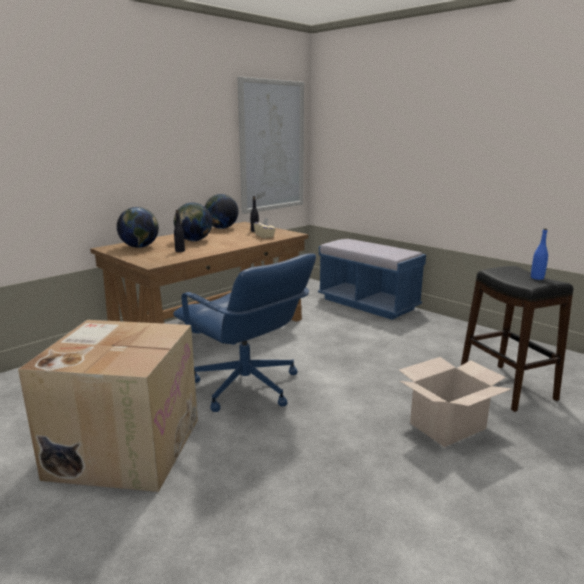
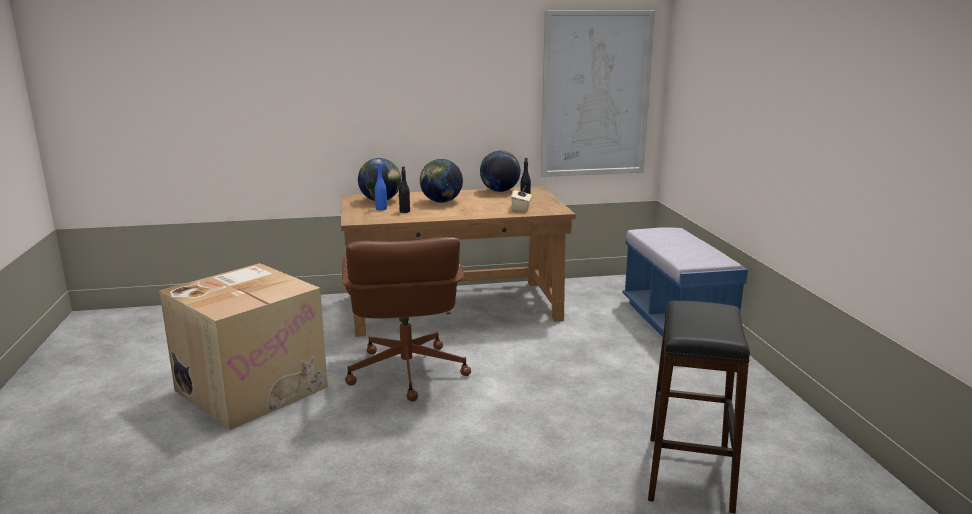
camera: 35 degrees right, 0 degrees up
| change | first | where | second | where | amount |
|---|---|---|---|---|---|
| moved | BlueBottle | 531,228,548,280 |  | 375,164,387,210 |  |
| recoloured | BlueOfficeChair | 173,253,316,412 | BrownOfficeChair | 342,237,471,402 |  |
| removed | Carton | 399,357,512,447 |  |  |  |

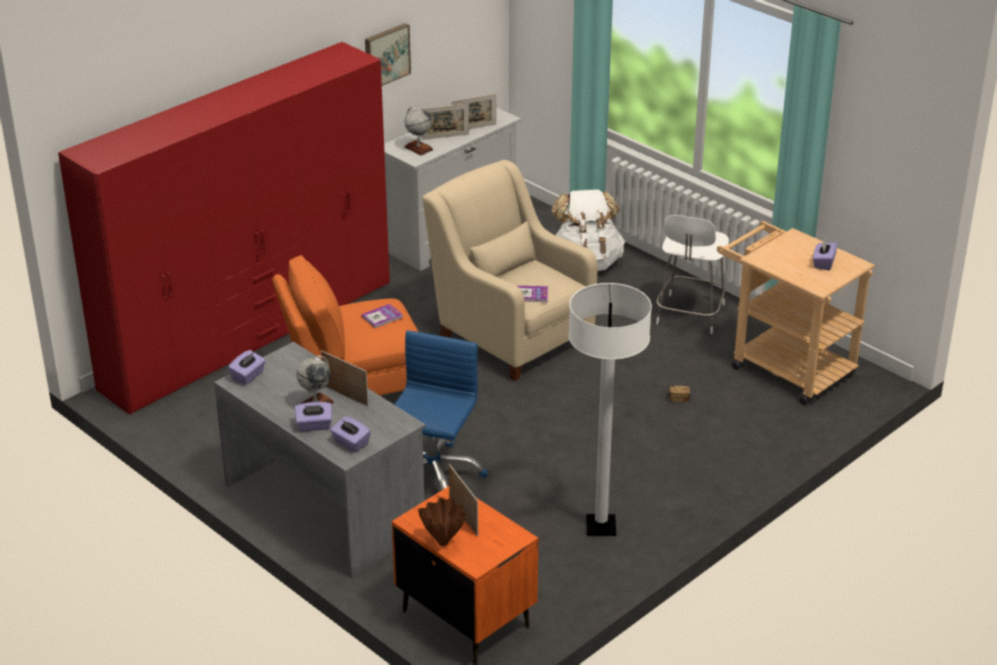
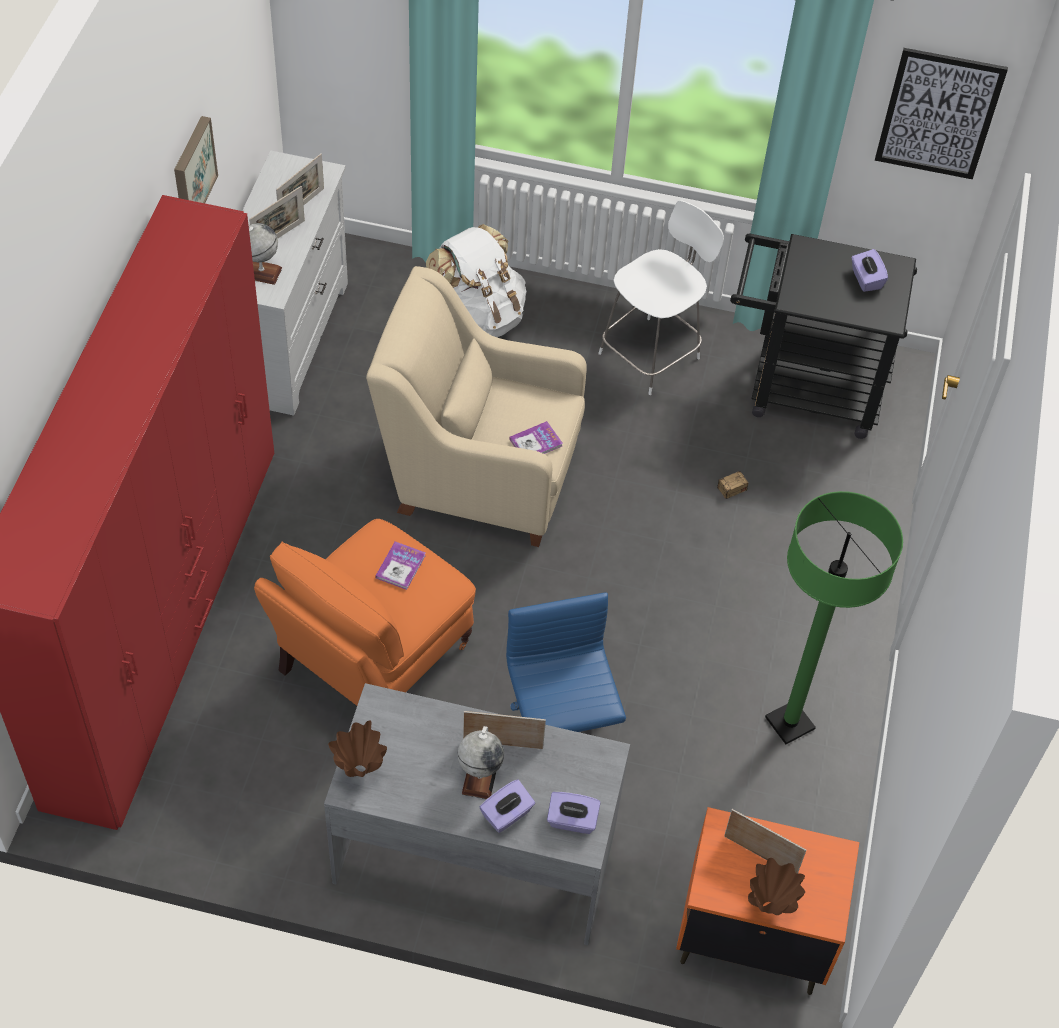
camera: 35 degrees left, 20 degrees up
| change | first | where | second | where | amount |
|---|---|---|---|---|---|
| turned | WhiteColouredChair | 656,215,729,334 |  | 598,200,724,395 | 120 degrees counterclockwise |
| recoloured | BeigeCart | 717,221,875,405 | BlackishCart | 730,234,917,439 |  |
| recoloured | WhiteColouredFloorLamp | 568,283,652,536 | GreenColouredFloorLamp | 765,491,903,744 |  |
| replaced | PurplishTissueHolder | 228,350,266,385 | BrownFlowerVase | 328,720,387,777 |  |
| added |  |  | Picture | 875,48,1008,179 |  |

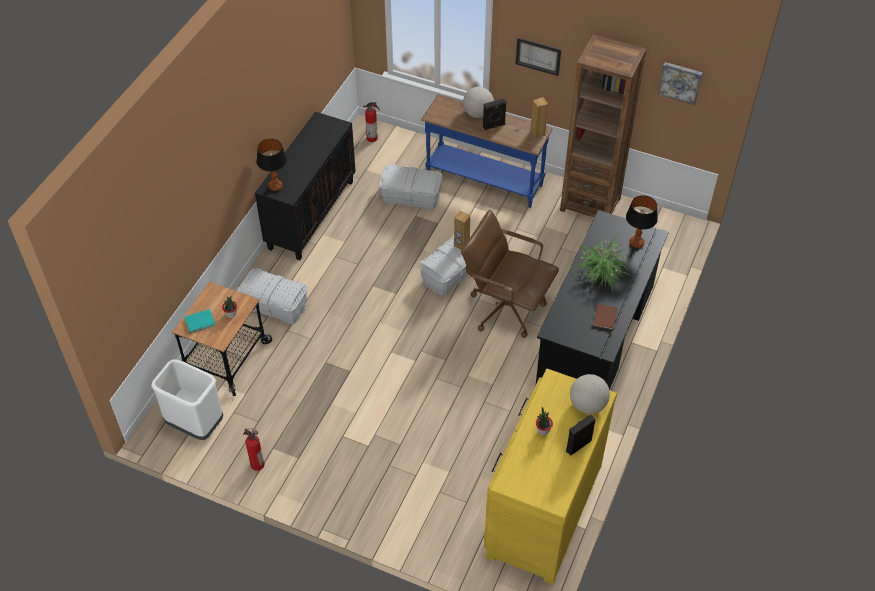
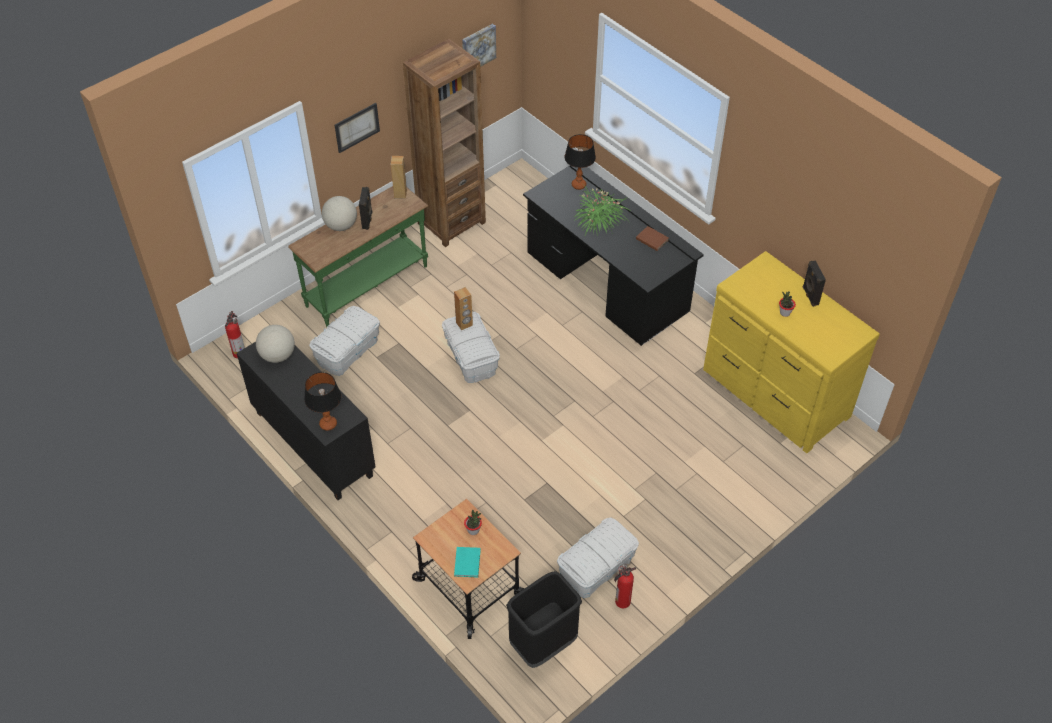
camera: 65 degrees left, 0 degrees up
| change | first | where | second | where | amount |
|---|---|---|---|---|---|
| recoloured | BlueConsoleTable | 421,94,553,208 | GreenColouredConsoleTable | 288,186,428,327 |  |
| removed | BrownOfficeChair | 461,210,559,338 |  |  |  |
| moved | WhiteColouredStorageBin | 237,268,308,324 |  | 557,517,639,598 |  |
| recoloured | WhiteColouredTrashCan | 151,359,223,440 | BlackishTrashCan | 506,571,582,668 |  |
| moved | Globe | 570,374,610,414 |  | 256,325,295,363 |  |

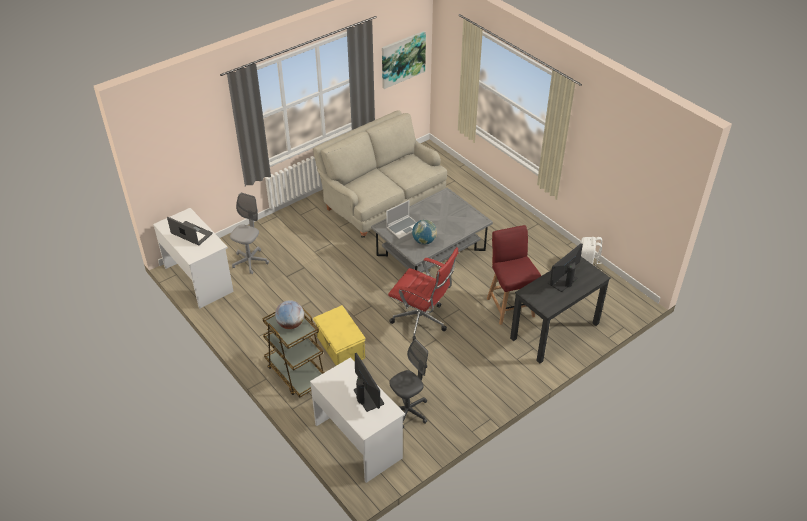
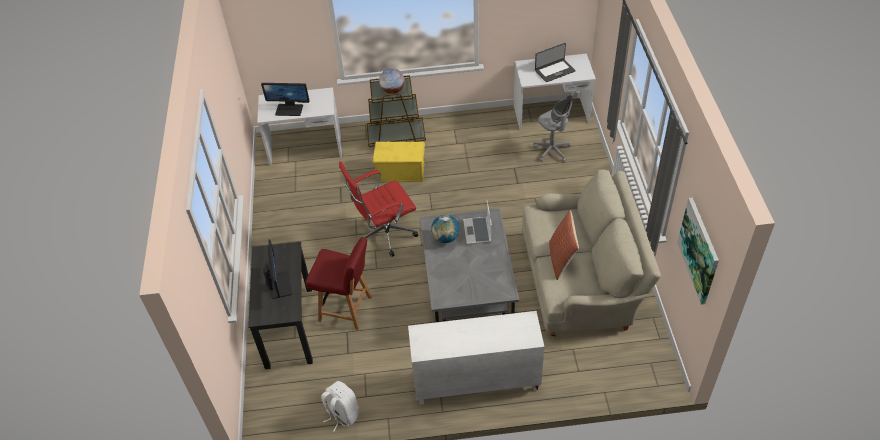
camera: 125 degrees right, 5 degrees up
| change | first | where | second | where | amount |
|---|---|---|---|---|---|
| removed | GreyishOfficeChair | 389,339,428,428 |  |  |  |
| added |  |  | ThrowPillow | 549,210,579,280 |  |
| added |  |  | WhiteColouredCupboard | 408,311,544,405 |  |

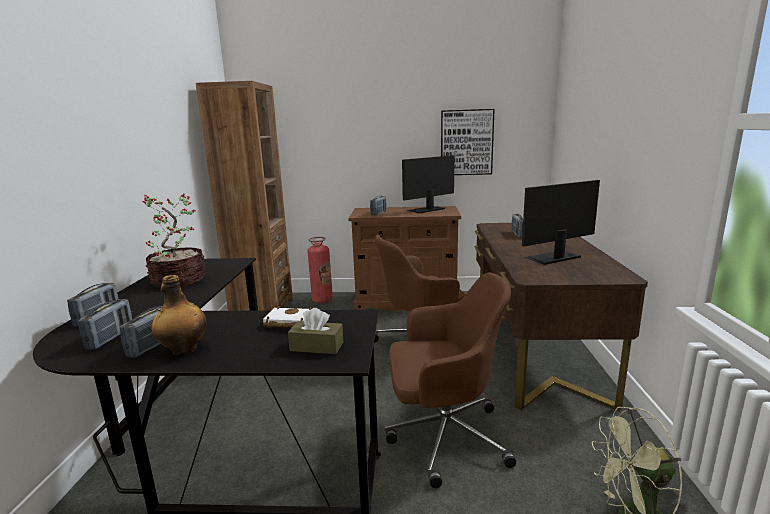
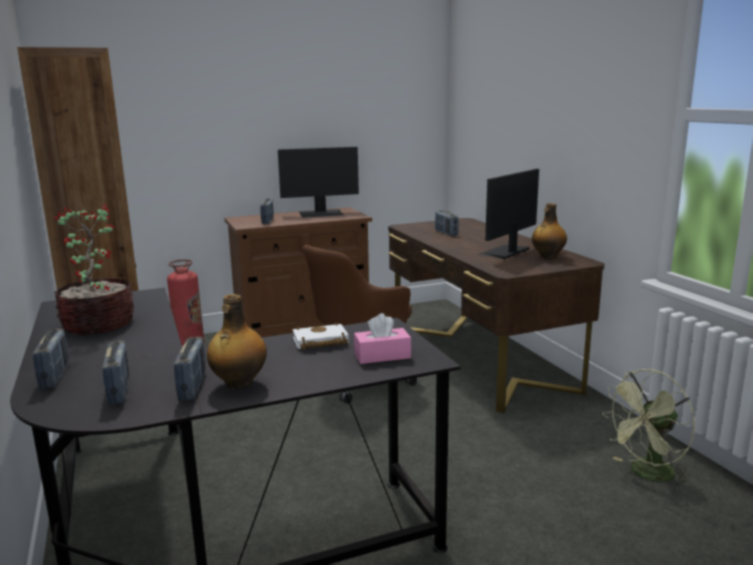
camera: 25 degrees left, 0 degrees up
| change | first | where | second | where | amount |
|---|---|---|---|---|---|
| removed | Picture | 441,109,495,175 |  |  |  |
| turned | ComputerScreen | 402,155,455,213 |  | 278,147,359,218 | 135 degrees counterclockwise |
| removed | BrownOfficeChair | 385,272,516,488 |  |  |  |
| recoloured | BrownTissueHolder | 288,308,343,354 | PinkColouredTissueHolder | 354,313,411,364 |  |
| added |  |  | Bottle | 532,203,567,259 |  |

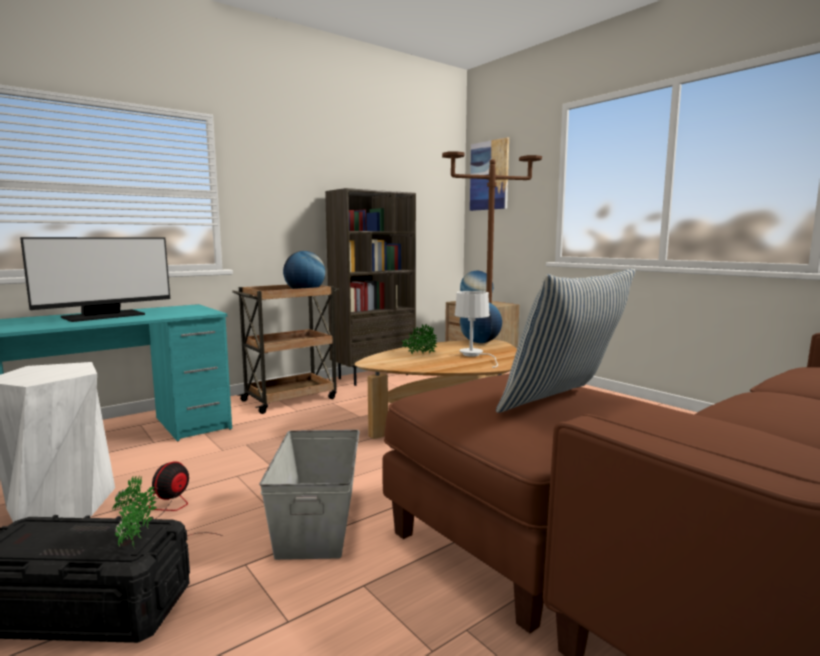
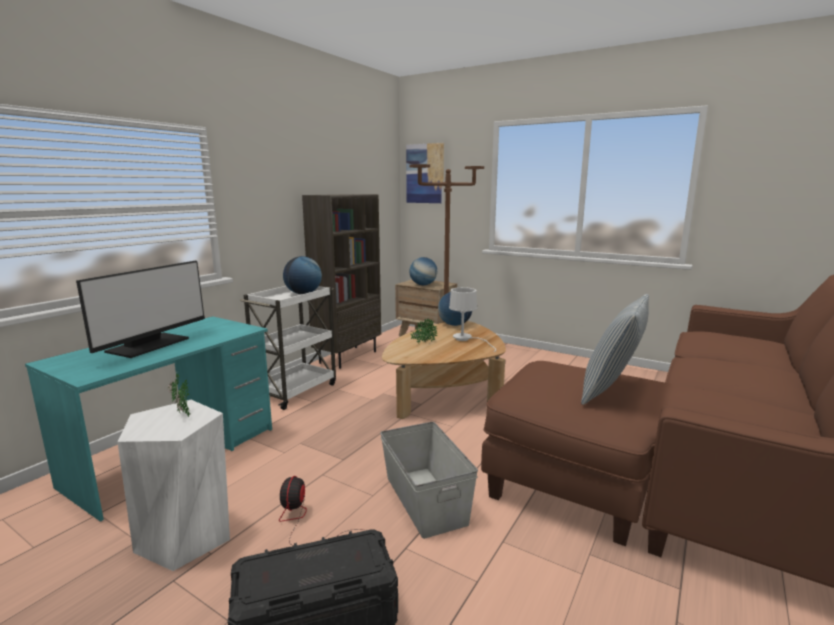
camera: 20 degrees left, 5 degrees up
| change | first | where | second | where | amount |
|---|---|---|---|---|---|
| recoloured | BrownCart | 232,284,339,414 | WhiteColouredCart | 240,286,336,410 |  |
| moved | PlantInAPot | 112,475,157,549 |  | 168,372,190,417 |  |

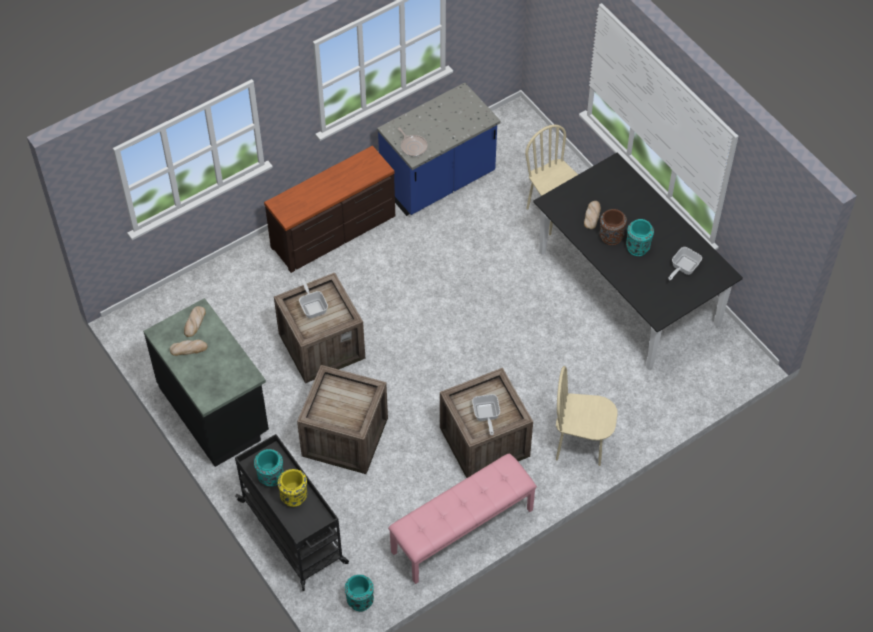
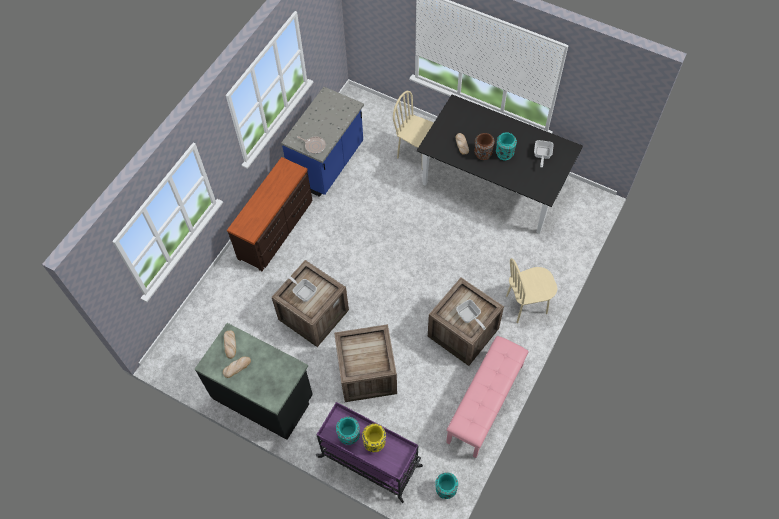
camera: 25 degrees left, 5 degrees up
| change | first | where | second | where | amount |
|---|---|---|---|---|---|
| recoloured | BlackishCart | 235,434,349,591 | PurplishCart | 316,402,423,503 |  |

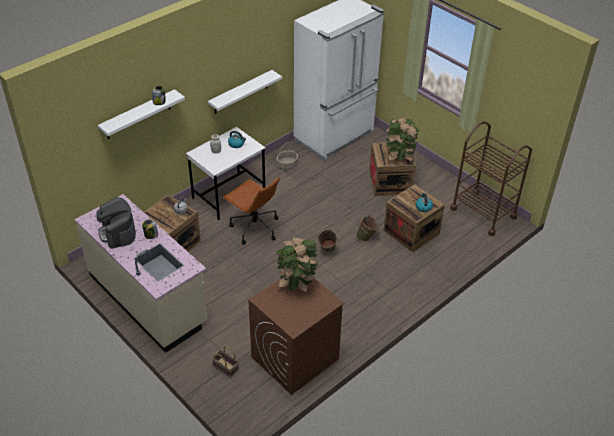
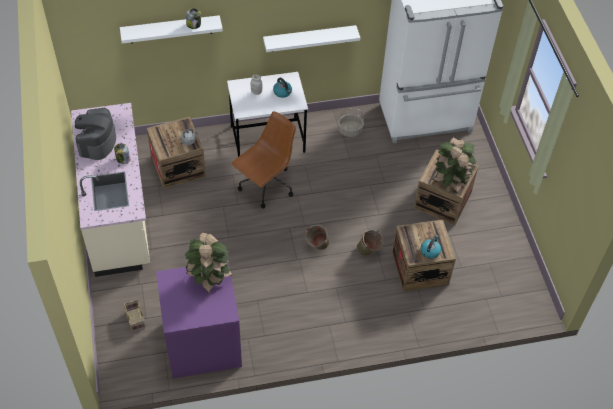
camera: 30 degrees right, 10 degrees up
| change | first | where | second | where | amount |
|---|---|---|---|---|---|
| removed | BrownCart | 450,121,532,236 |  |  |  |
| turned | BrownOfficeChair | 223,177,280,244 |  | 231,111,296,208 | 120 degrees counterclockwise |
| recoloured | BrownLaundryMachine | 248,278,344,395 | PurplishLaundryMachine | 156,263,242,379 |  |

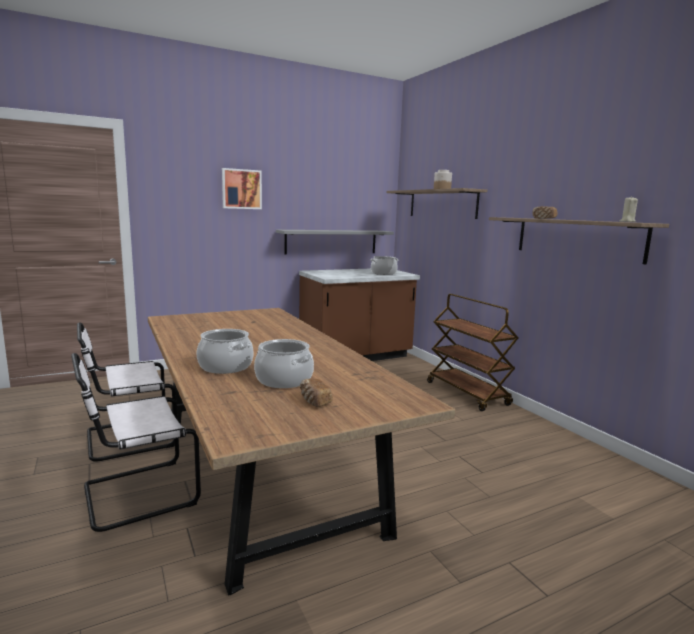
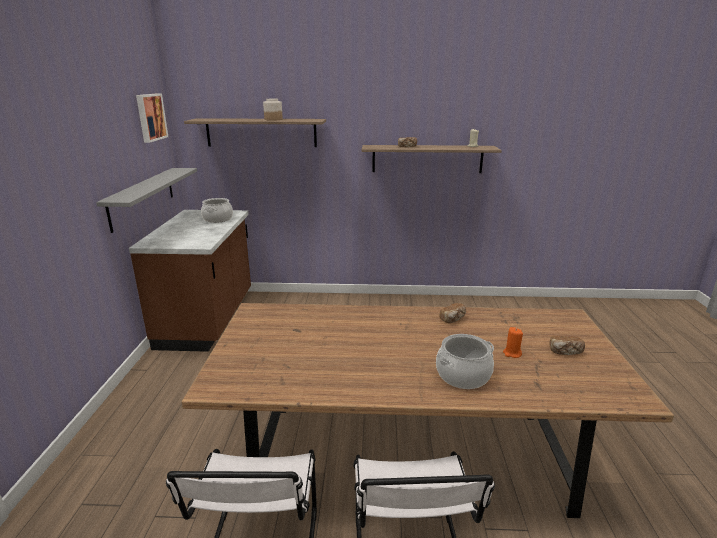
camera: 60 degrees left, 10 degrees up
| change | first | where | second | where | amount |
|---|---|---|---|---|---|
| moved | Picture | 222,168,262,209 |  | 136,93,168,143 |  |
| removed | BrownCart | 427,294,518,411 |  |  |  |
| replaced | CookingPot | 254,339,314,388 | OrangeColouredWaxCandle | 503,327,523,358 |  |
| added |  |  | BakedBread | 440,303,466,323 |  |

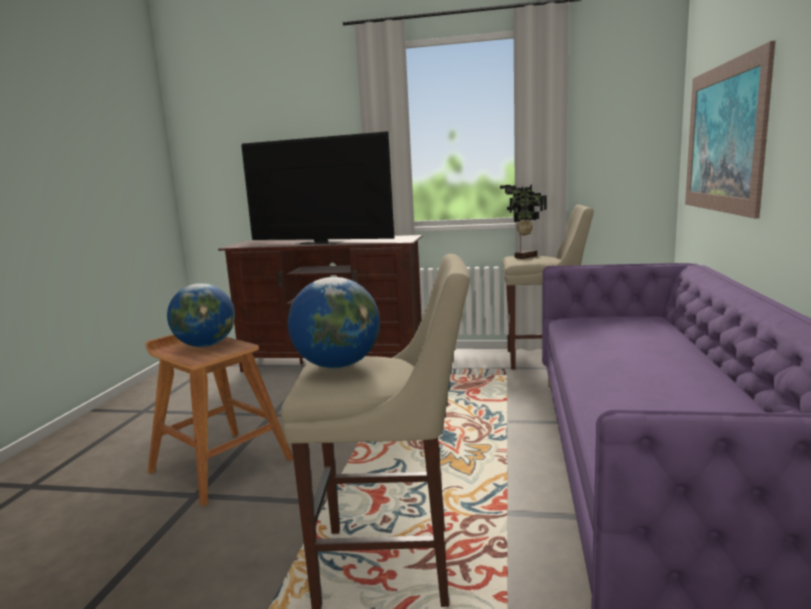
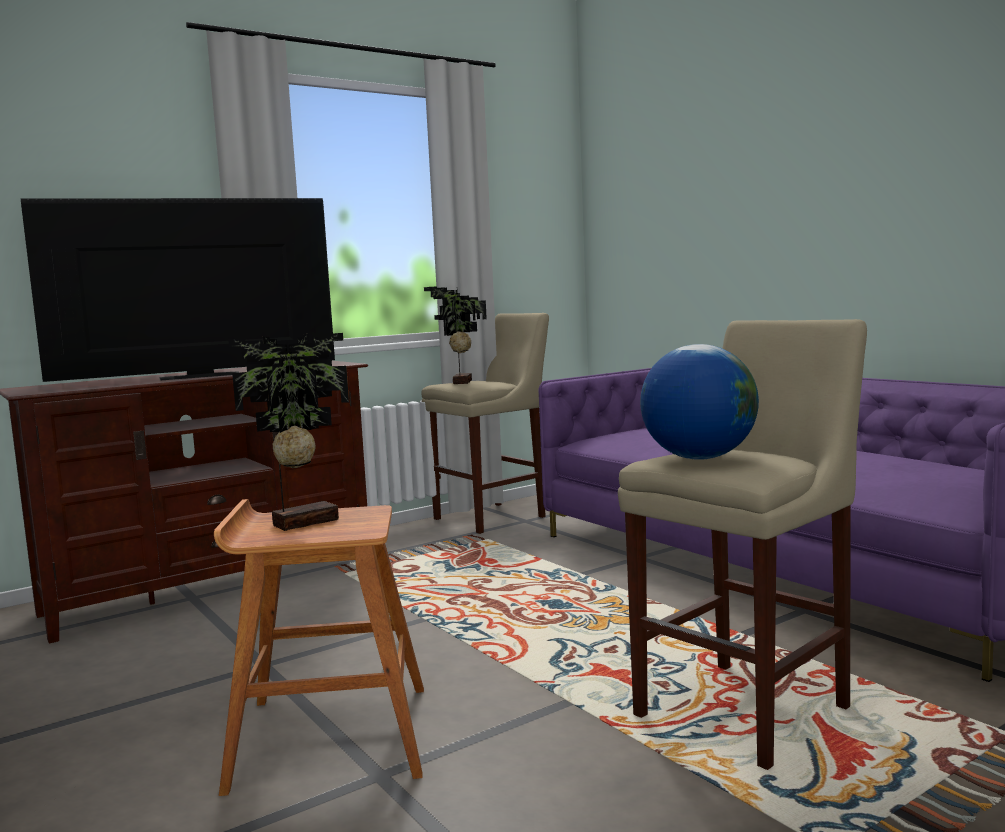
camera: 45 degrees left, 5 degrees down
| change | first | where | second | where | amount |
|---|---|---|---|---|---|
| removed | Picture | 685,41,775,219 |  |  |  |
| replaced | Globe | 167,283,235,347 | PlantInAPot | 228,333,349,531 |  |

